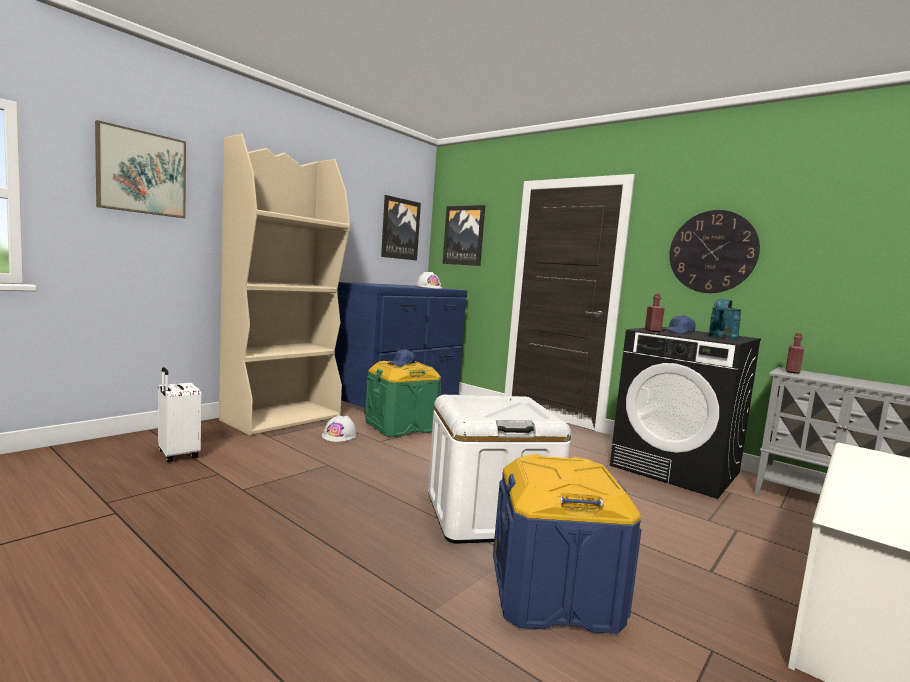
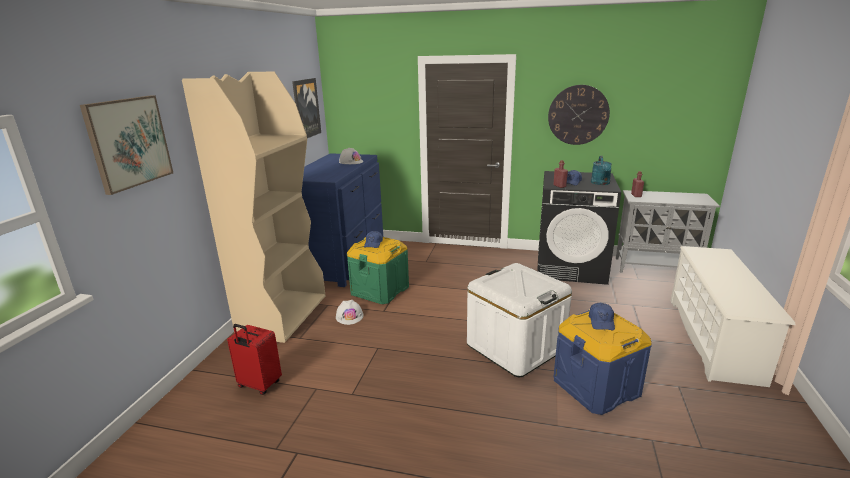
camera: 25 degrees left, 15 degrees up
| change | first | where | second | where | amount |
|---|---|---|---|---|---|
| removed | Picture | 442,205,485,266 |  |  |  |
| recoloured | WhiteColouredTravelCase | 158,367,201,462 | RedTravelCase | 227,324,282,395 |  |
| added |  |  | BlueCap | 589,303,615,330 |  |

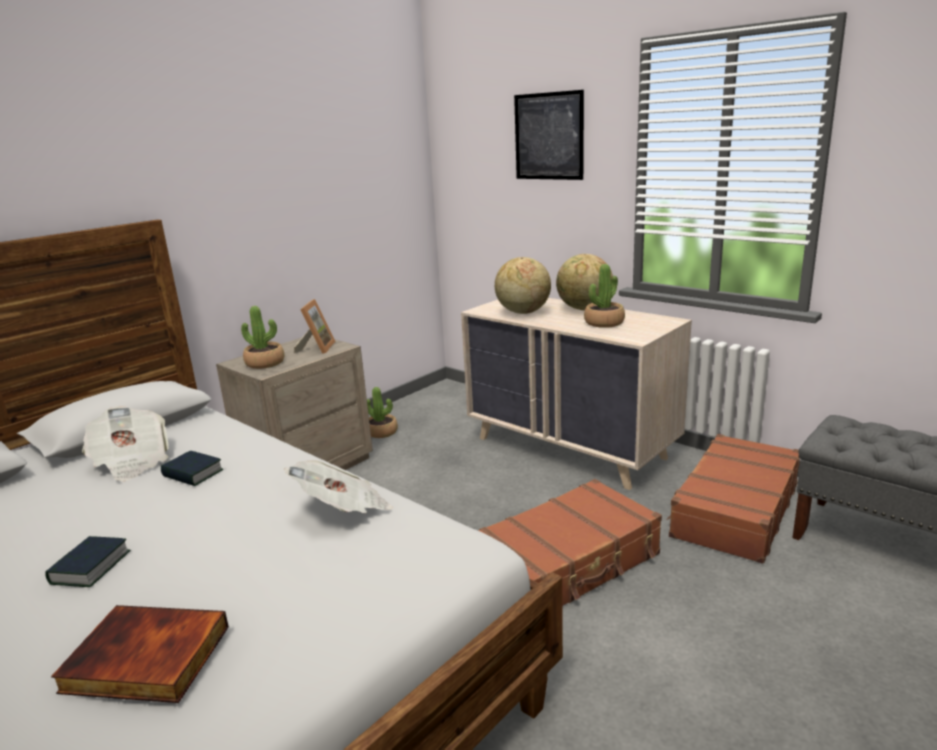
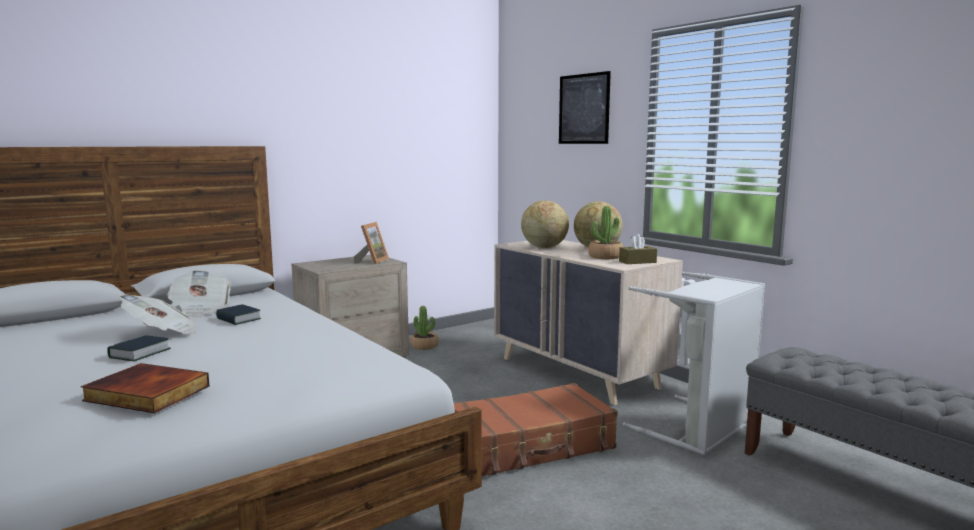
camera: 10 degrees right, 10 degrees down
| change | first | where | second | where | amount |
|---|---|---|---|---|---|
| removed | PlantInAPot | 241,306,285,369 |  |  |  |
| replaced | BrownTravelCase | 667,434,800,564 | GreyishLaundryBasket | 623,272,765,455 |  |
| moved | Newspaper | 284,460,393,513 |  | 119,294,196,335 |  |
| added |  |  | BrownTissueHolder | 619,234,657,264 |  |

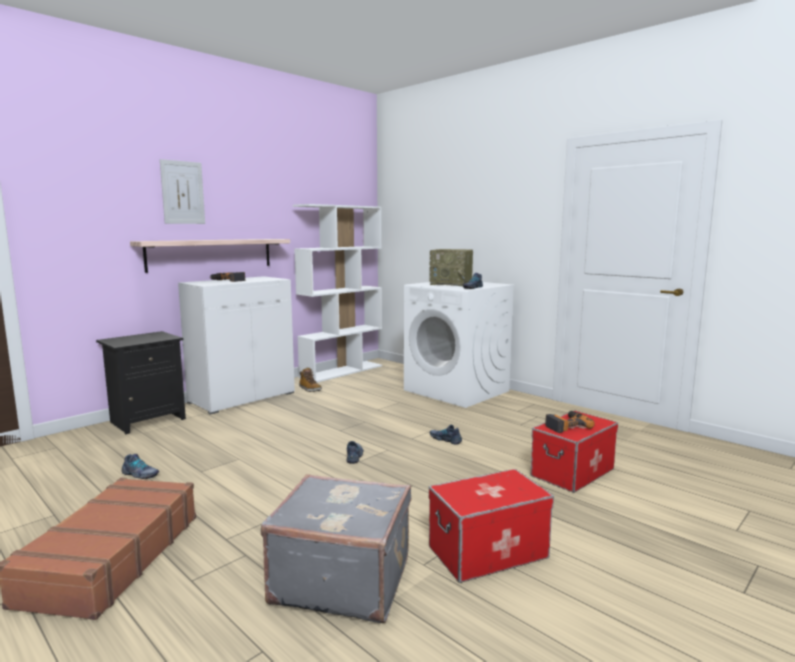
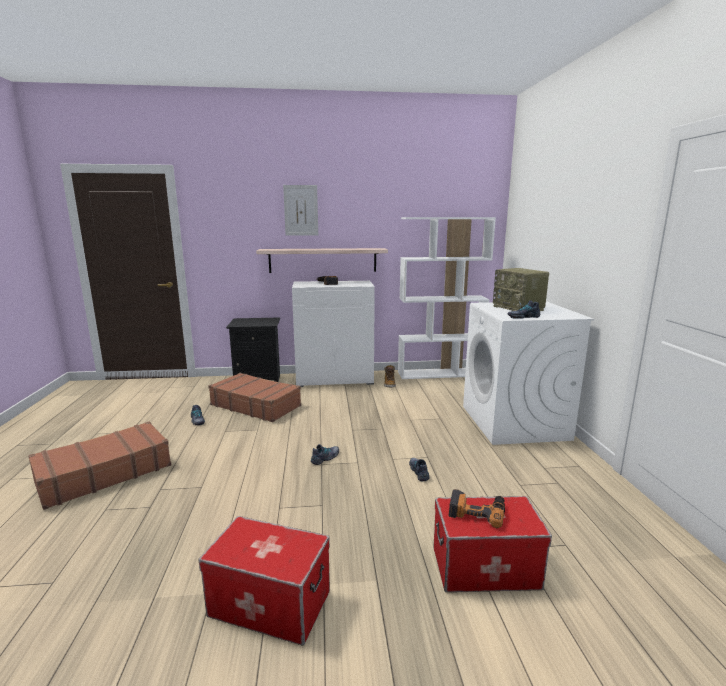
camera: 40 degrees right, 5 degrees up
| change | first | where | second | where | amount |
|---|---|---|---|---|---|
| removed | GreyishTravelCase | 261,474,411,623 |  |  |  |
| added |  |  | BrownTravelCase | 208,373,301,422 |  |

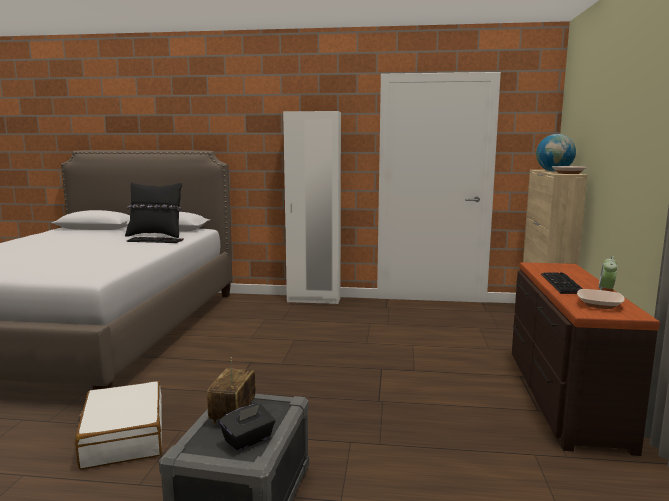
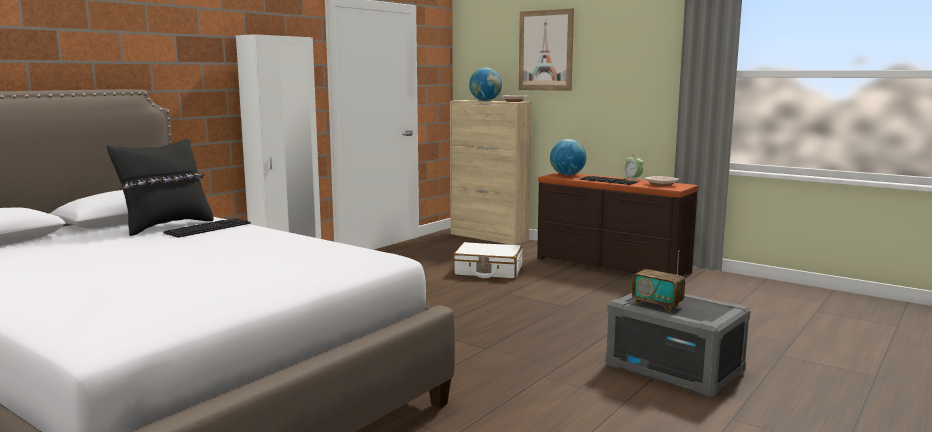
camera: 60 degrees left, 0 degrees up
| change | first | where | second | where | amount |
|---|---|---|---|---|---|
| moved | WhiteColouredTravelCase | 75,381,162,470 |  | 453,242,523,279 |  |
| removed | BlackishTissueHolder | 219,404,275,451 |  |  |  |
| added |  |  | Picture | 519,8,574,91 |  |
| added |  |  | Globe | 550,139,586,175 |  |

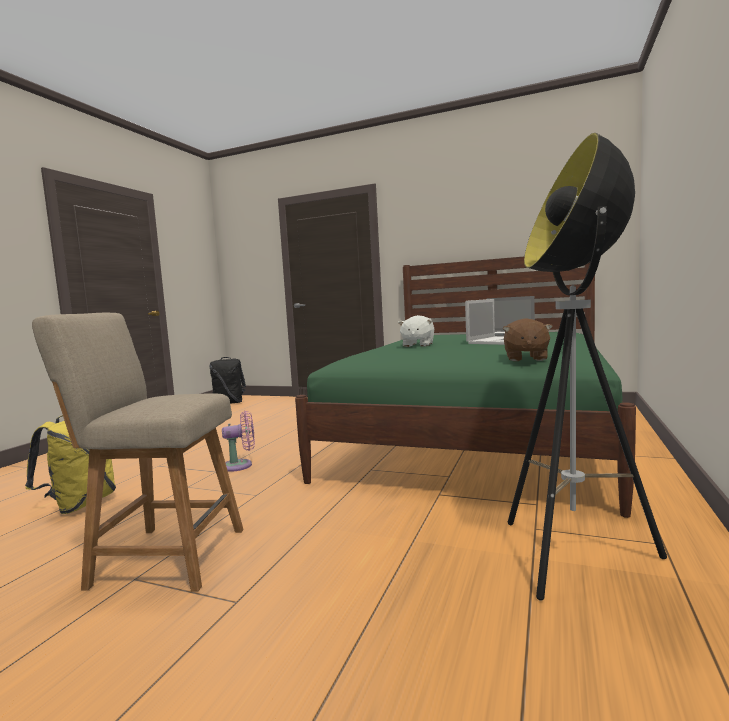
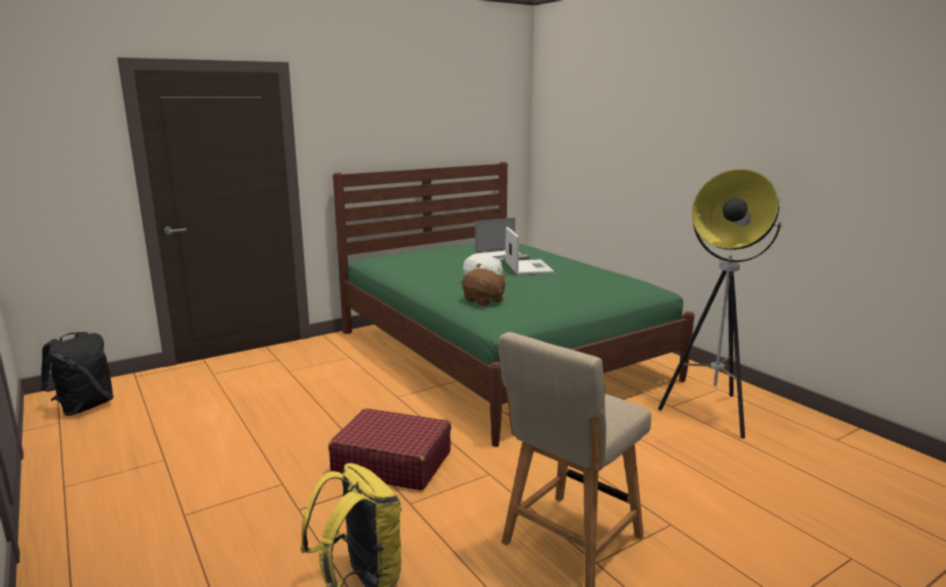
camera: 55 degrees left, 10 degrees up
| change | first | where | second | where | amount |
|---|---|---|---|---|---|
| moved | BrownCuddlyToy | 503,318,553,361 |  | 462,268,506,306 |  |
| replaced | PinkColouredCoolingFan | 222,411,255,472 | RedTravelCase | 329,408,451,490 |  |

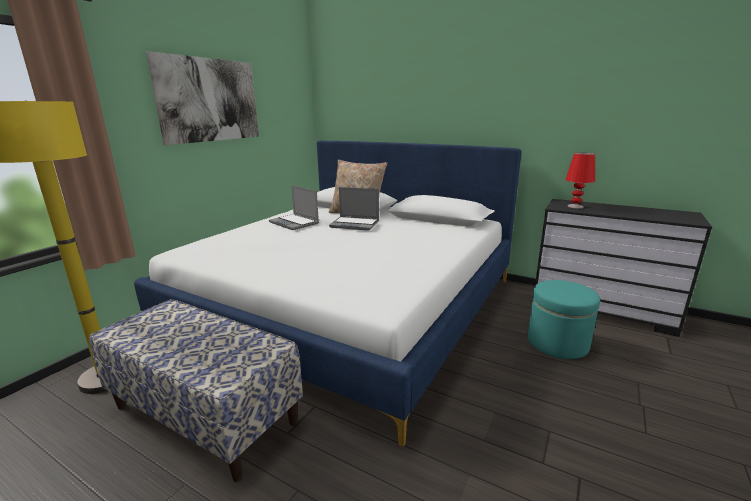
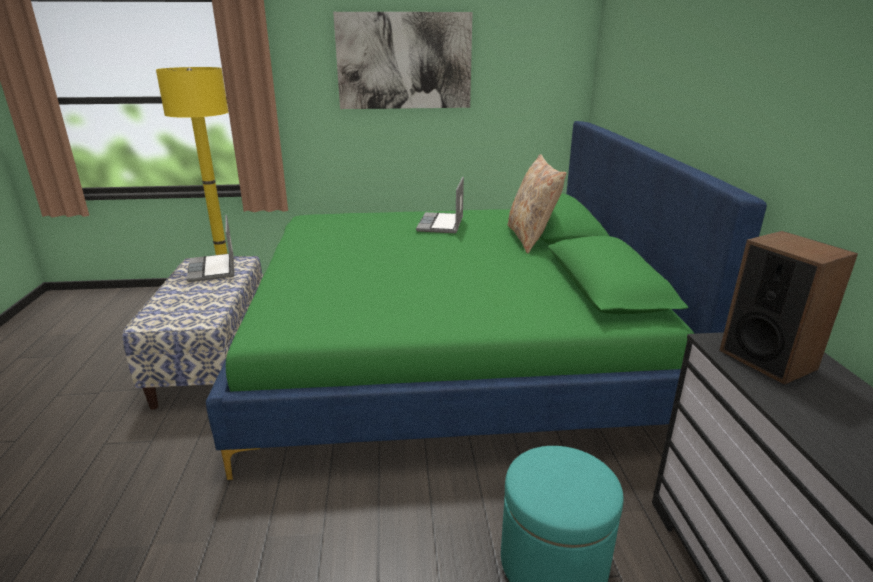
camera: 55 degrees right, 5 degrees up
| change | first | where | second | where | amount |
|---|---|---|---|---|---|
| recoloured | WhiteColouredBedroomBed | 134,141,522,447 | GreenColouredBedroomBed | 206,121,767,480 |  |
| replaced | RedTableLamp | 565,152,595,209 | AudioSpeaker | 719,231,858,385 |  |
| moved | NotebookComputer | 329,187,379,231 |  | 186,215,235,282 |  |

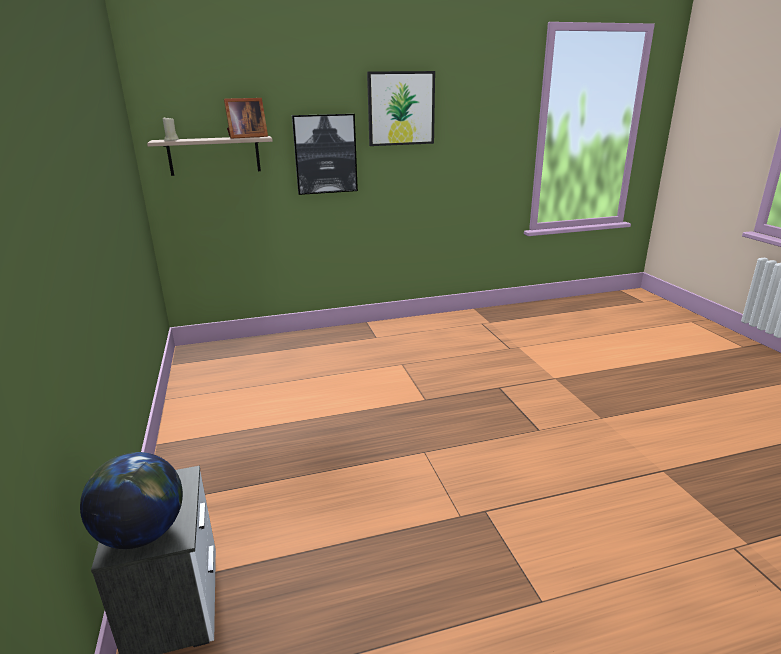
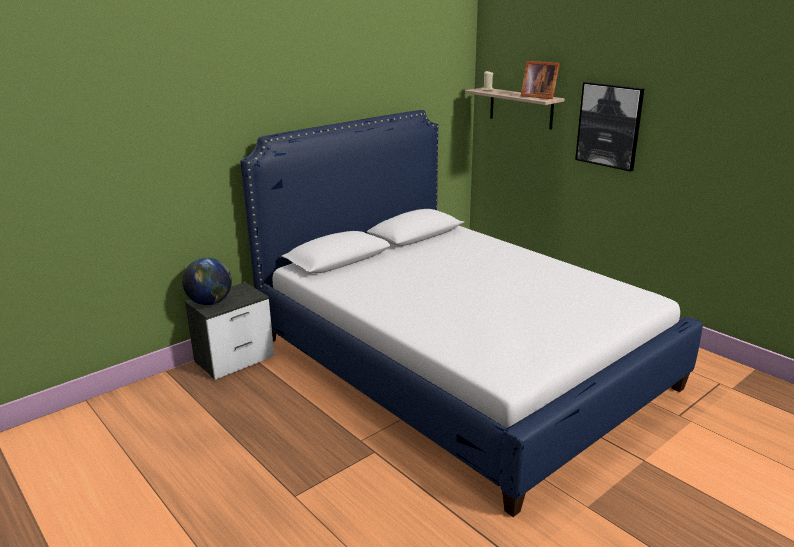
camera: 65 degrees right, 0 degrees up
| change | first | where | second | where | amount |
|---|---|---|---|---|---|
| removed | Picture | 367,71,435,146 |  |  |  |
| added |  |  | BedroomBed | 240,110,703,517 |  |

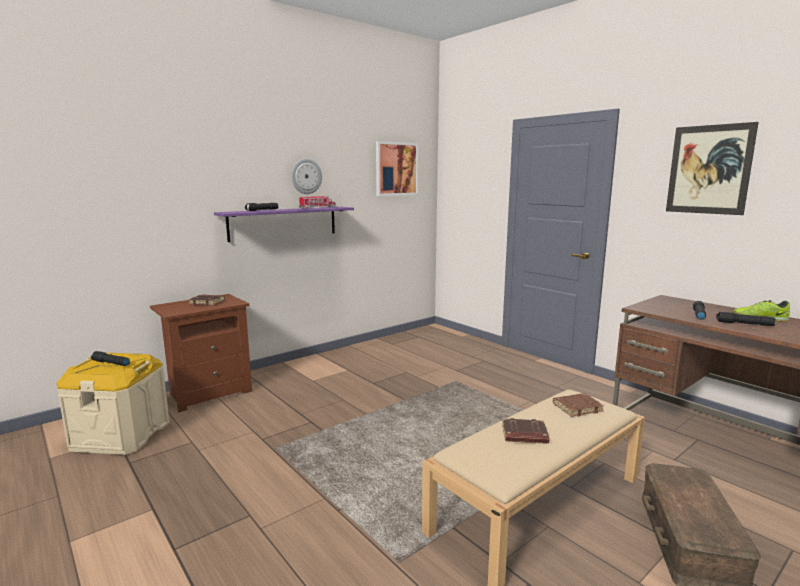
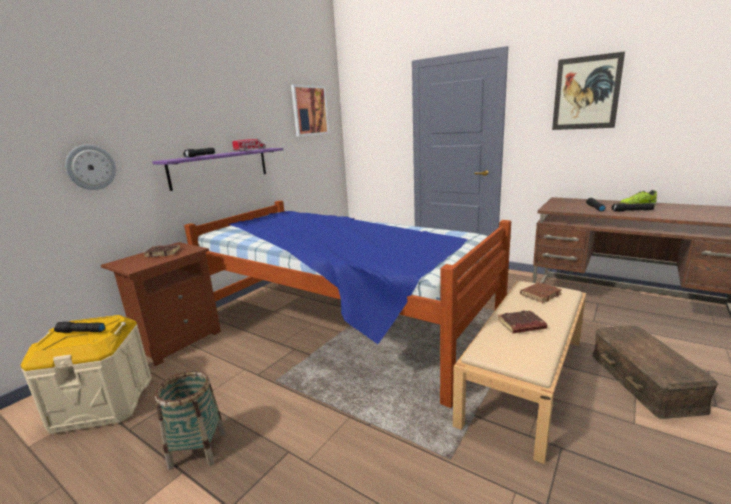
camera: 15 degrees left, 5 degrees up
| change | first | where | second | where | amount |
|---|---|---|---|---|---|
| moved | ClockOnTheWall | 291,159,322,194 |  | 65,144,116,190 |  |
| added |  |  | BedroomBed | 184,201,511,408 |  |
| added |  |  | StorageBasket | 155,370,226,470 |  |

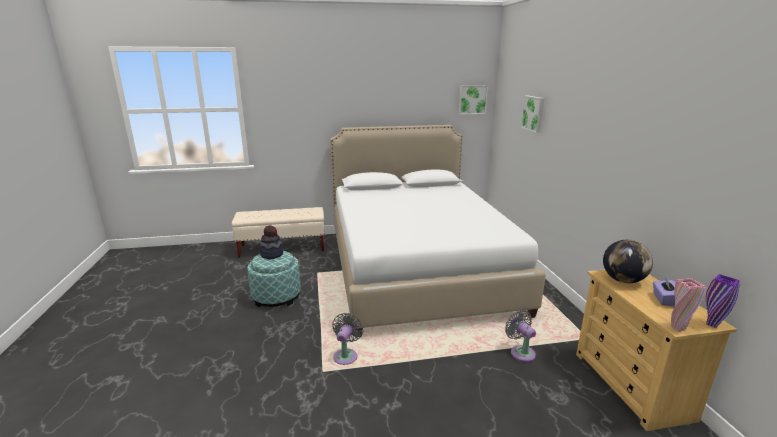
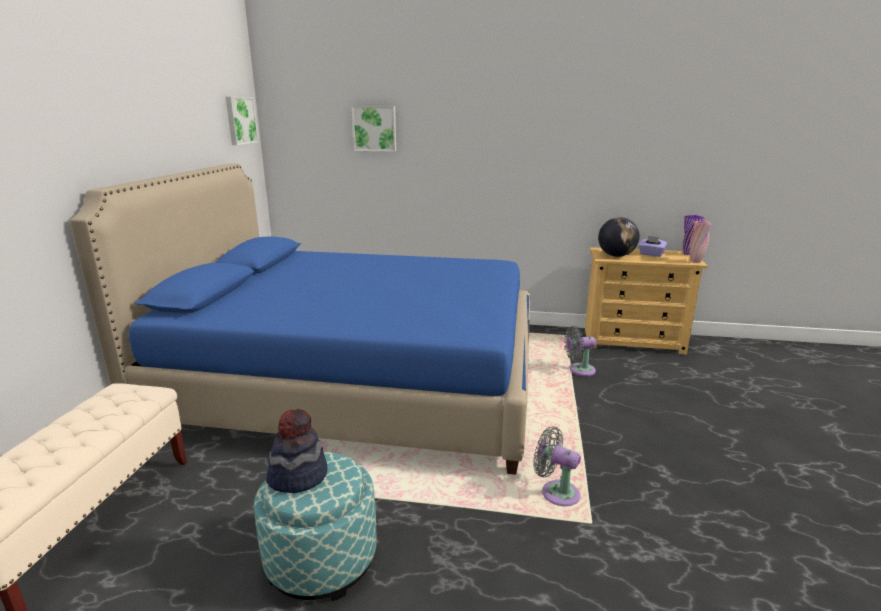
camera: 70 degrees left, 0 degrees up
| change | first | where | second | where | amount |
|---|---|---|---|---|---|
| recoloured | WhiteColouredBedroomBed | 330,125,546,335 | BlueBedroomBed | 70,163,530,475 |  |

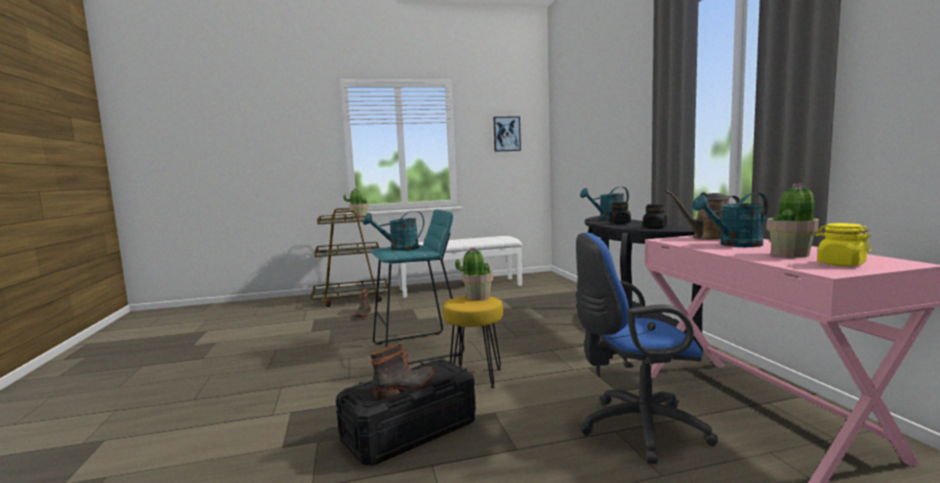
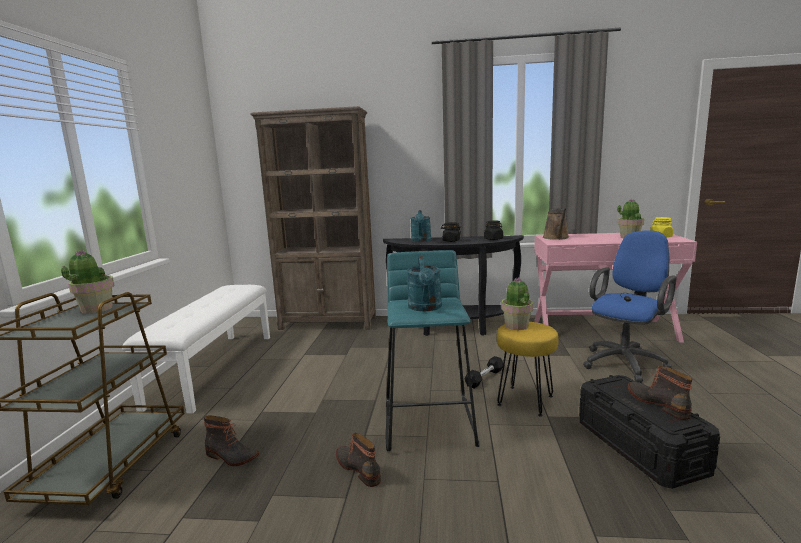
camera: 70 degrees left, 5 degrees up
| change | first | where | second | where | amount |
|---|---|---|---|---|---|
| removed | Picture | 493,116,521,152 |  |  |  |
| removed | TurquoiseSprinklingCan | 692,193,768,247 |  |  |  |
| turned | BlueOfficeChair | 576,232,718,464 |  | 583,230,677,383 | 150 degrees counterclockwise |
| added |  |  | BrownShelvingUnit | 250,106,376,330 |  |
| added |  |  | BlackishFreeWeight | 464,356,503,389 |  |
| added |  |  | Boot | 336,433,381,487 |  |

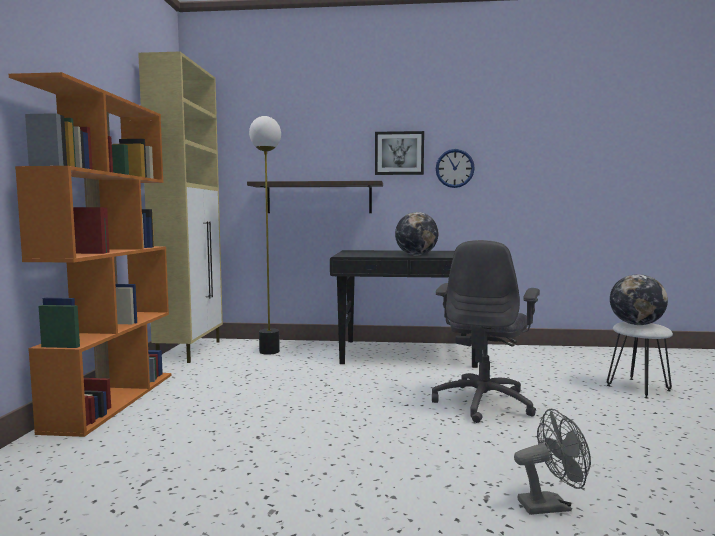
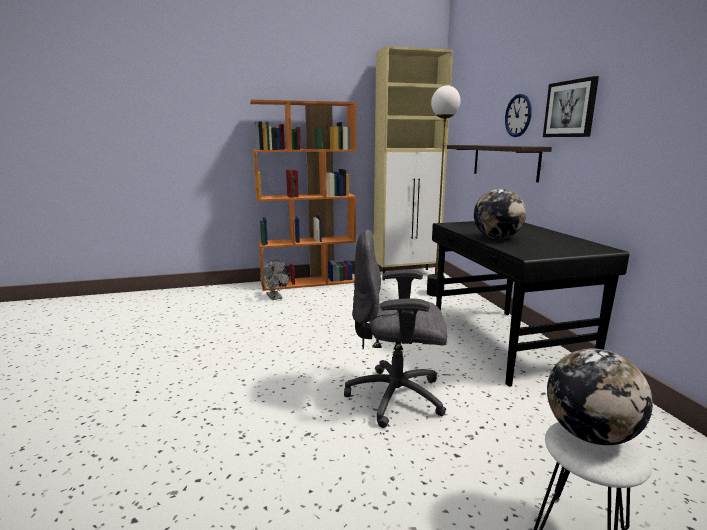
camera: 70 degrees right, 10 degrees up
| change | first | where | second | where | amount |
|---|---|---|---|---|---|
| moved | ClockOnTheWall | 436,149,475,188 |  | 505,94,532,137 |  |
| moved | GreyishCoolingFan | 514,409,591,515 |  | 260,260,291,300 |  |

